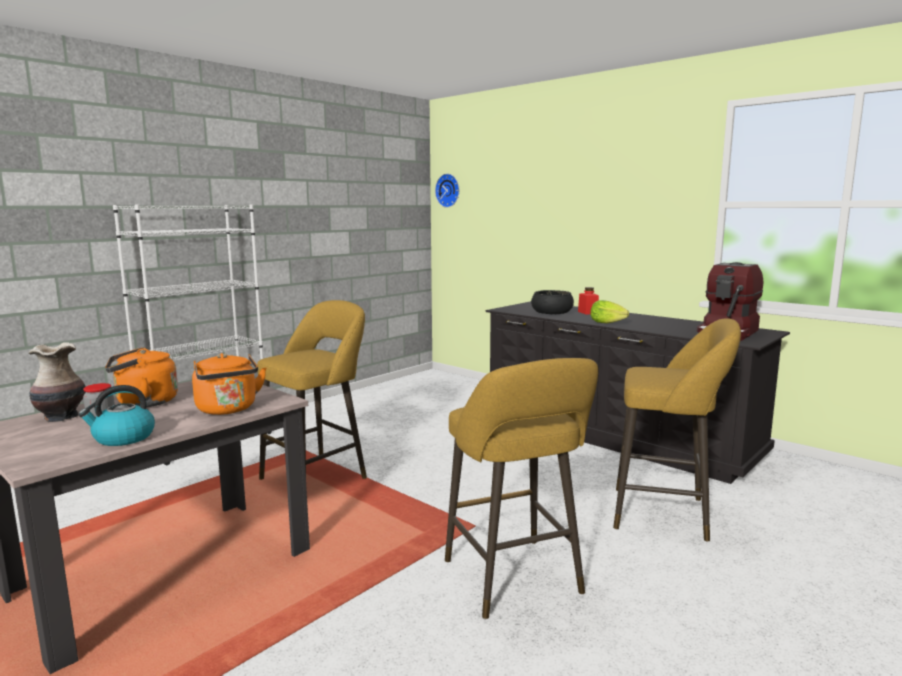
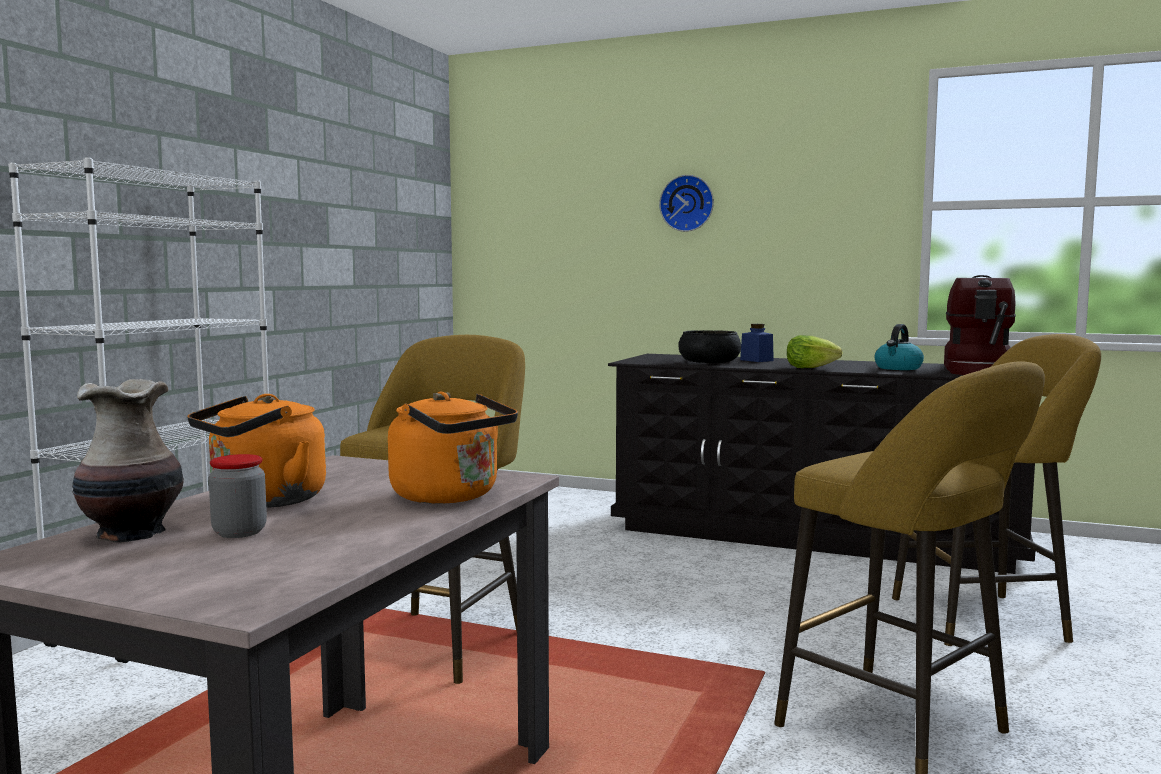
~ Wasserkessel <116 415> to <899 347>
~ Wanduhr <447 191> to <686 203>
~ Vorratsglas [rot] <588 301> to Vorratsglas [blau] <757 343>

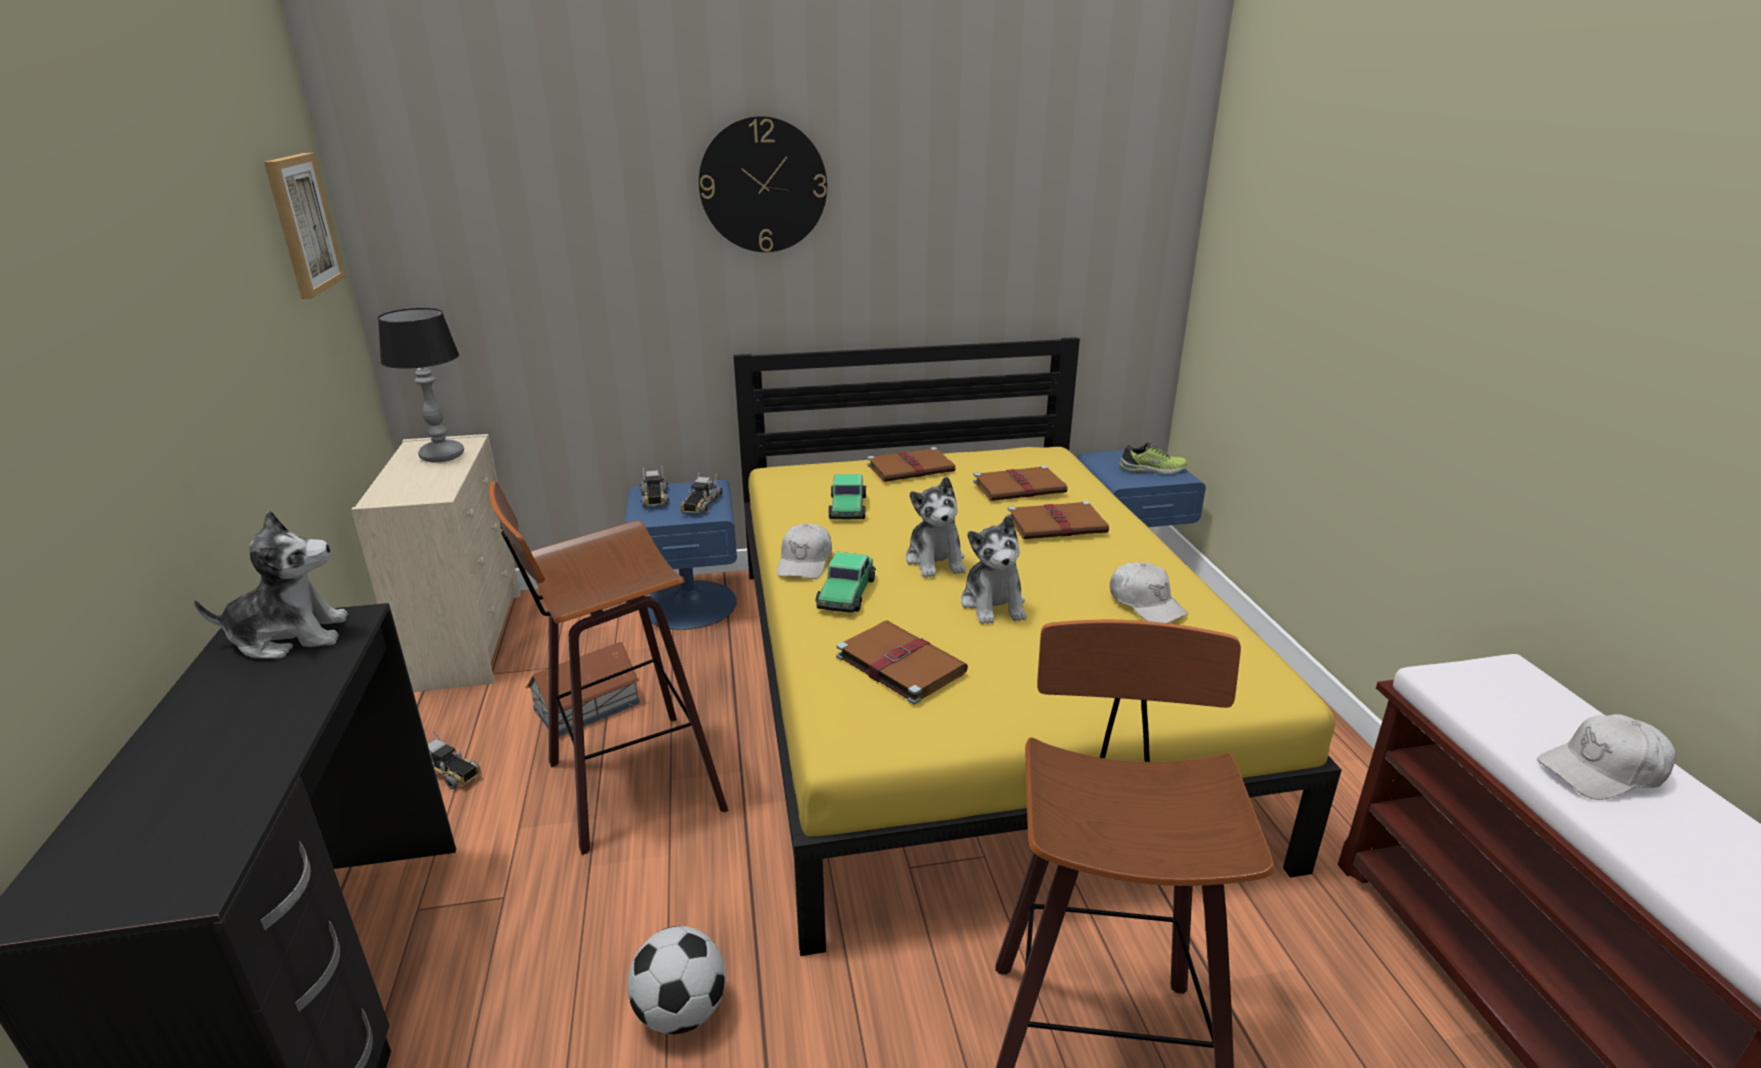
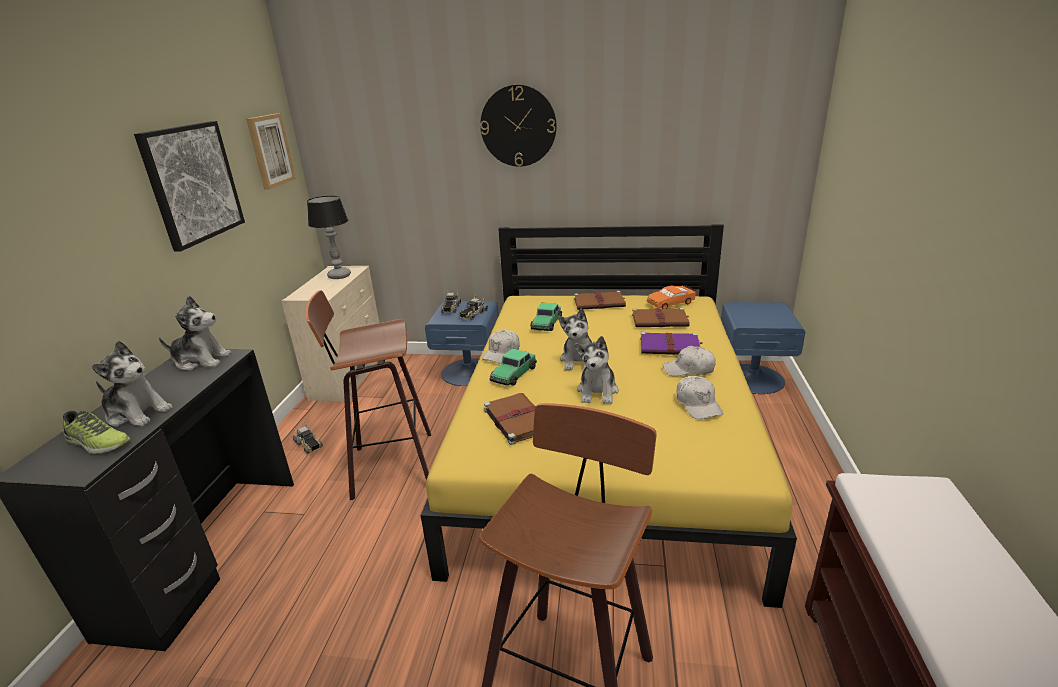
- Spielzeughaus <582 689>
- Fußball <676 980>
~ Buch [braun] <1058 520> to Buch [lila] <671 343>
~ Schuh <1153 458> to <96 432>
~ Kappe [weiß] <1606 757> to <689 361>
+ Plüschtier <132 384>
+ Bild <189 186>
+ Spielzeugauto [orange] <671 297>

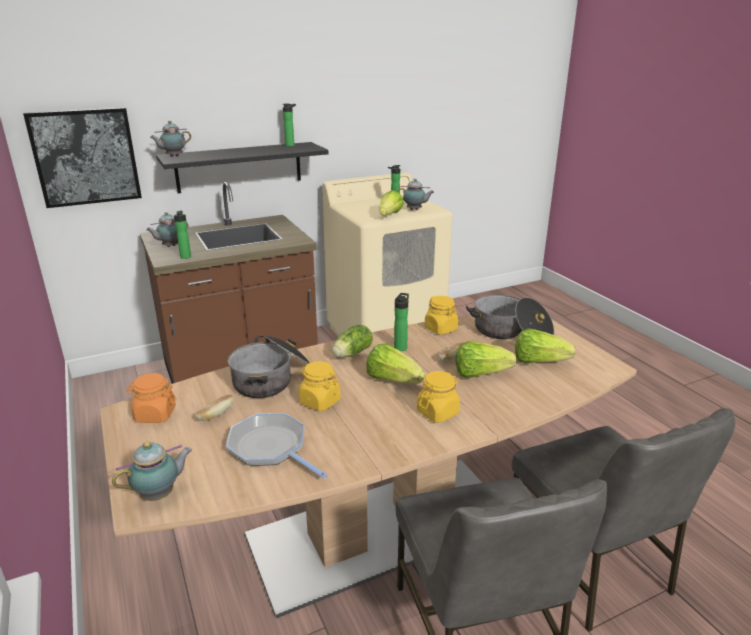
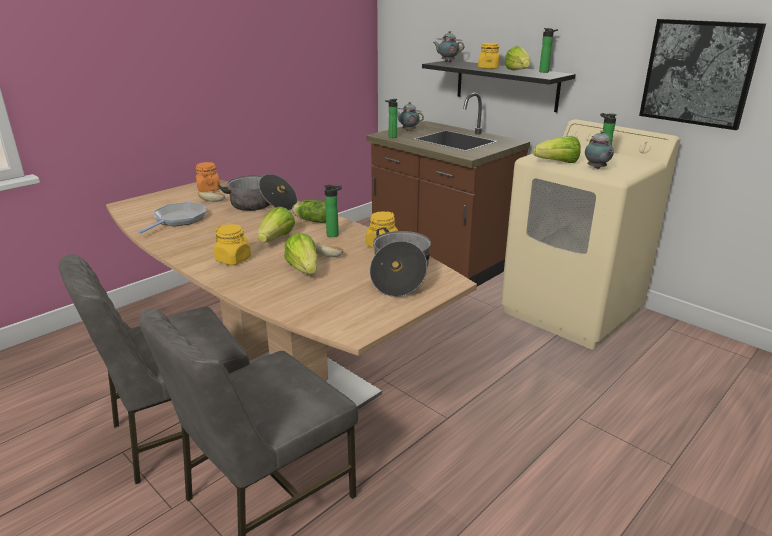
~ Bild <82 158> to <702 74>
- Teekanne <152 471>
~ Vorratsglas [gelb] <319 386> to <489 56>
~ Salatkopf <545 345> to <518 58>

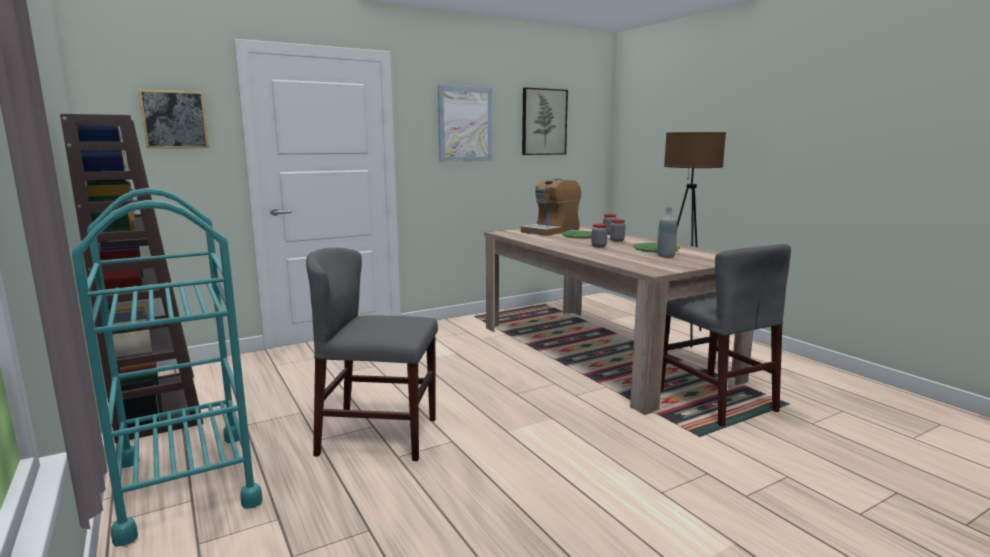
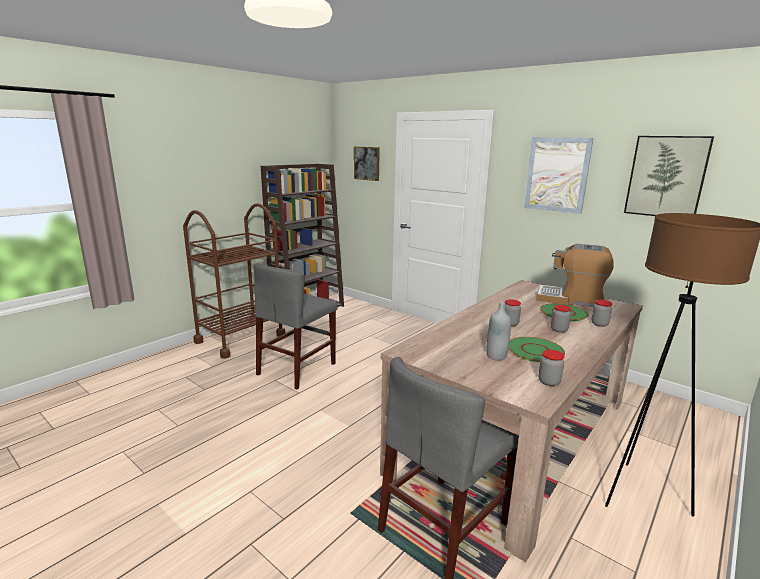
~ Rollwagen [türkis] <167 367> to Rollwagen [braun] <234 281>
~ Stuhl [grau] <372 354> = <295 326> 135 degrees counterclockwise
+ Vorratsglas <552 368>

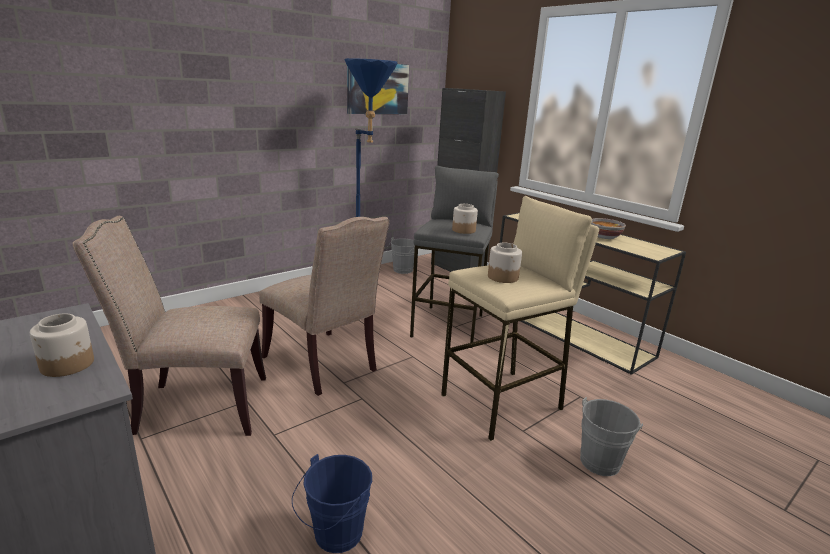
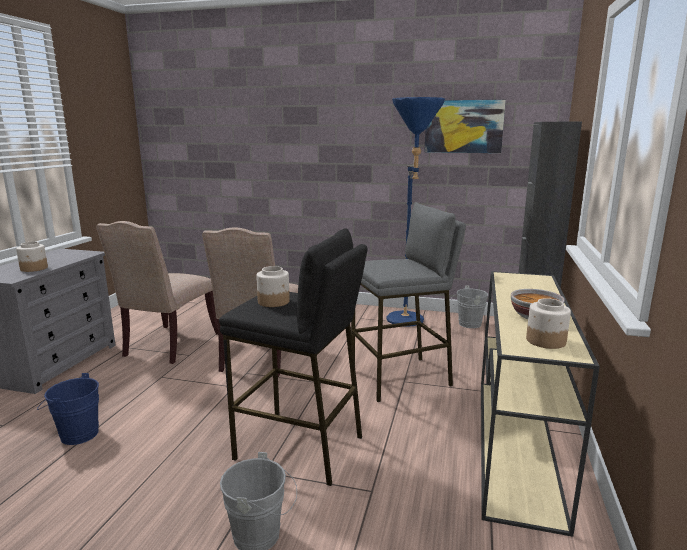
~ Stuhl [beige] <169 326> = <157 292> 120 degrees counterclockwise
~ Hocker [beige] <520 318> to Hocker [schwarz] <293 357>
~ Vorratsglas <465 219> to <548 323>

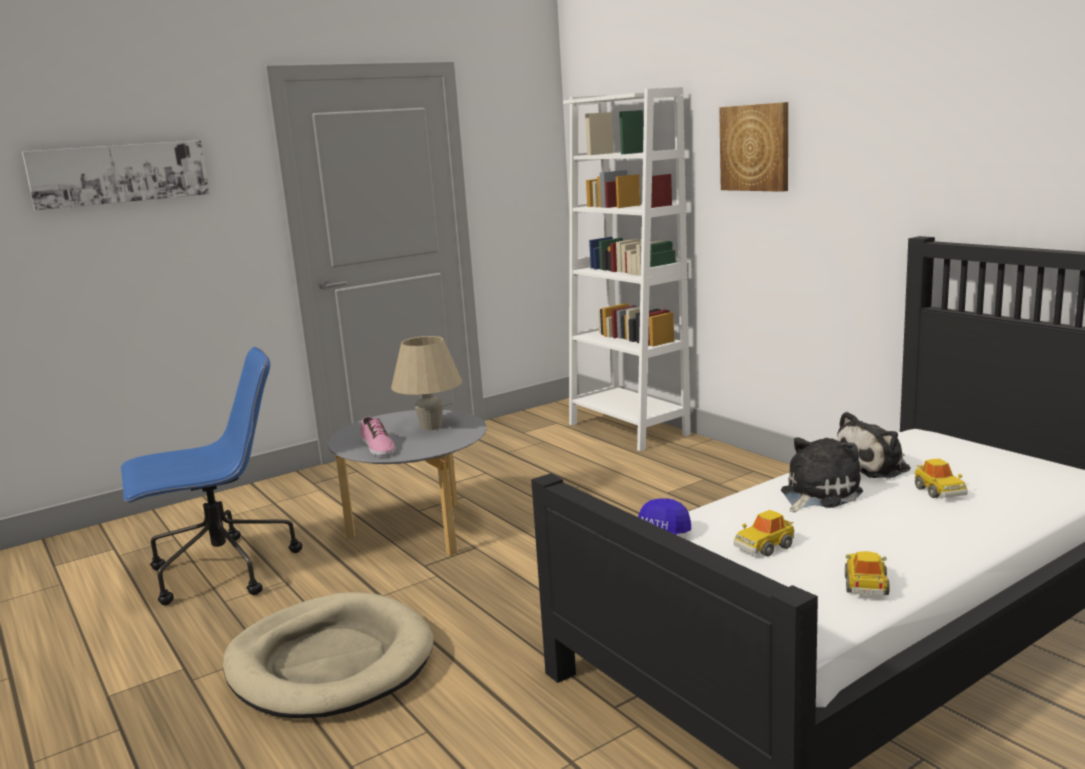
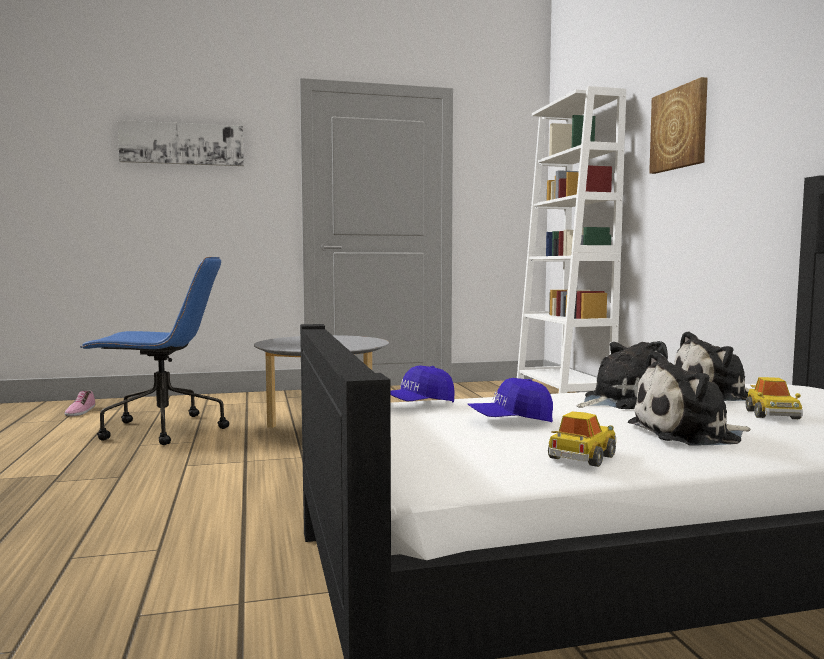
- Hundebett [beige] <328 655>
~ Schuh <378 436> to <79 403>
- Tischlampe [beige] <426 383>
~ Spielzeugauto <764 533> to Kappe [blau] <510 400>
+ Plüschtier <689 398>

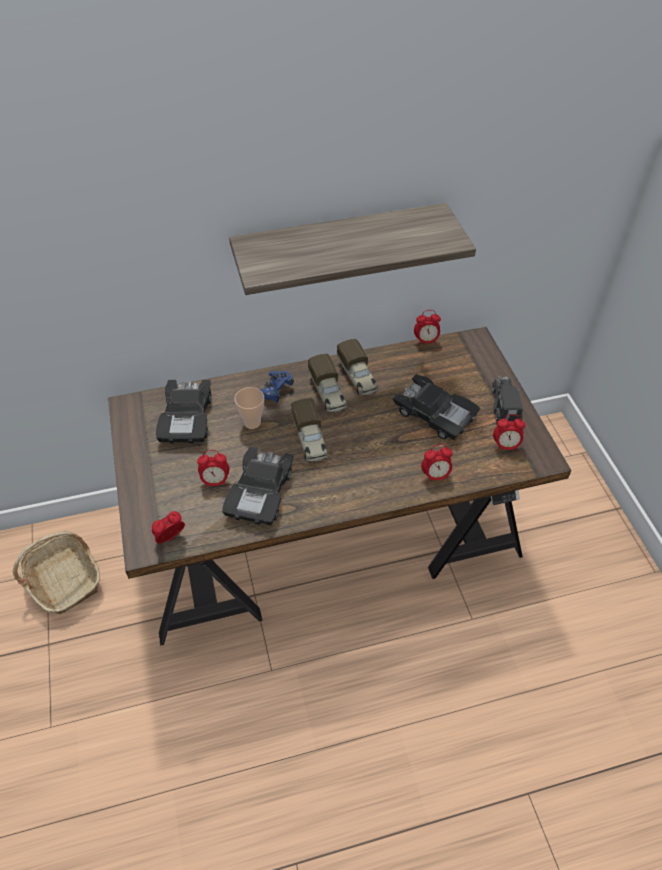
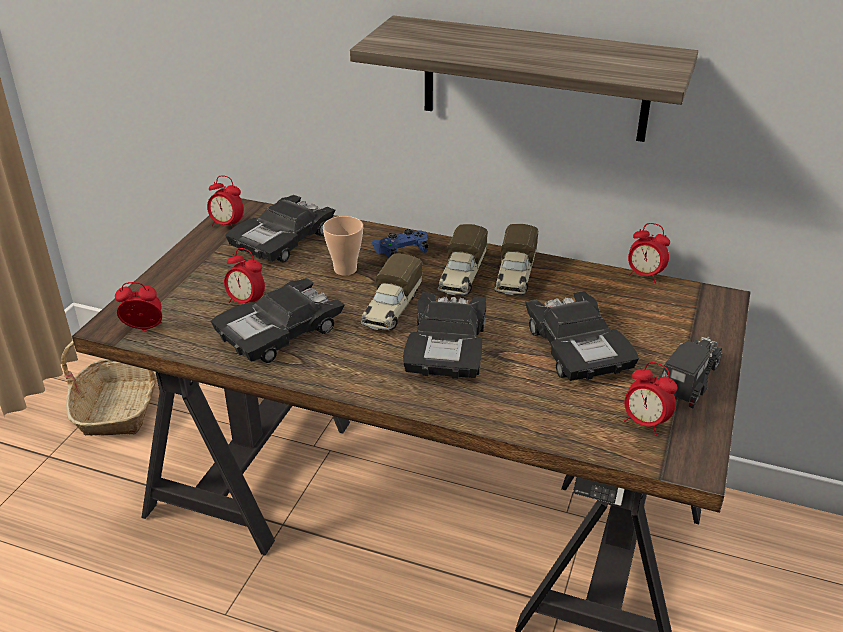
~ Wecker <437 463> to <225 201>
+ Spielzeugauto [schwarz] <444 335>

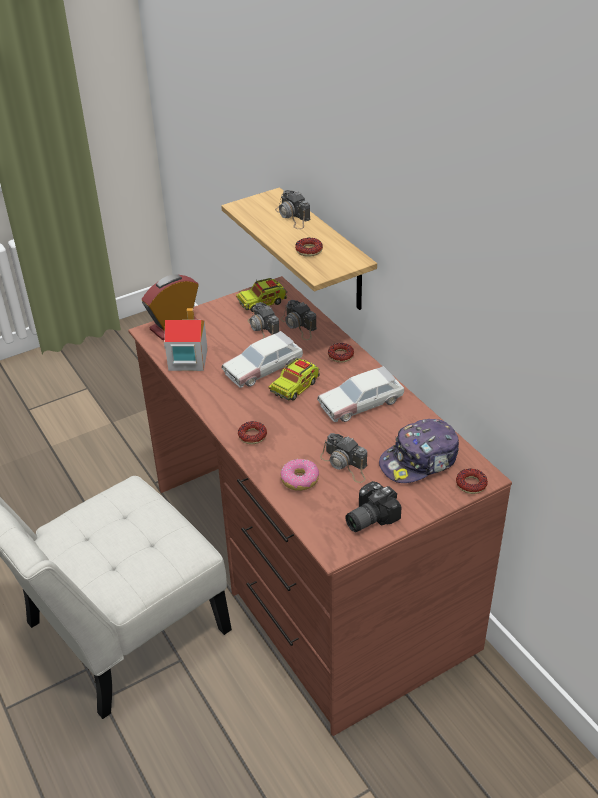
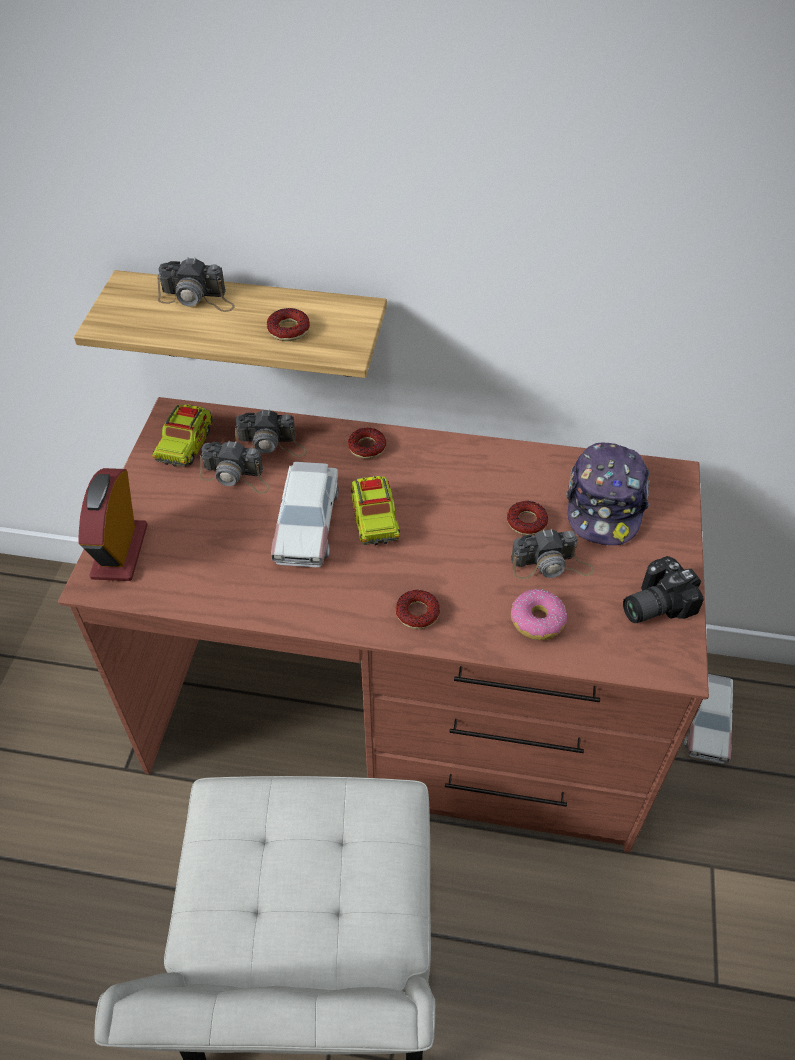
- Spielzeughaus <185 339>
~ Spielzeugauto <360 394> to <708 719>
~ Kamera <373 506> = <663 589> 60 degrees clockwise
~ Donut <472 481> to <527 518>

